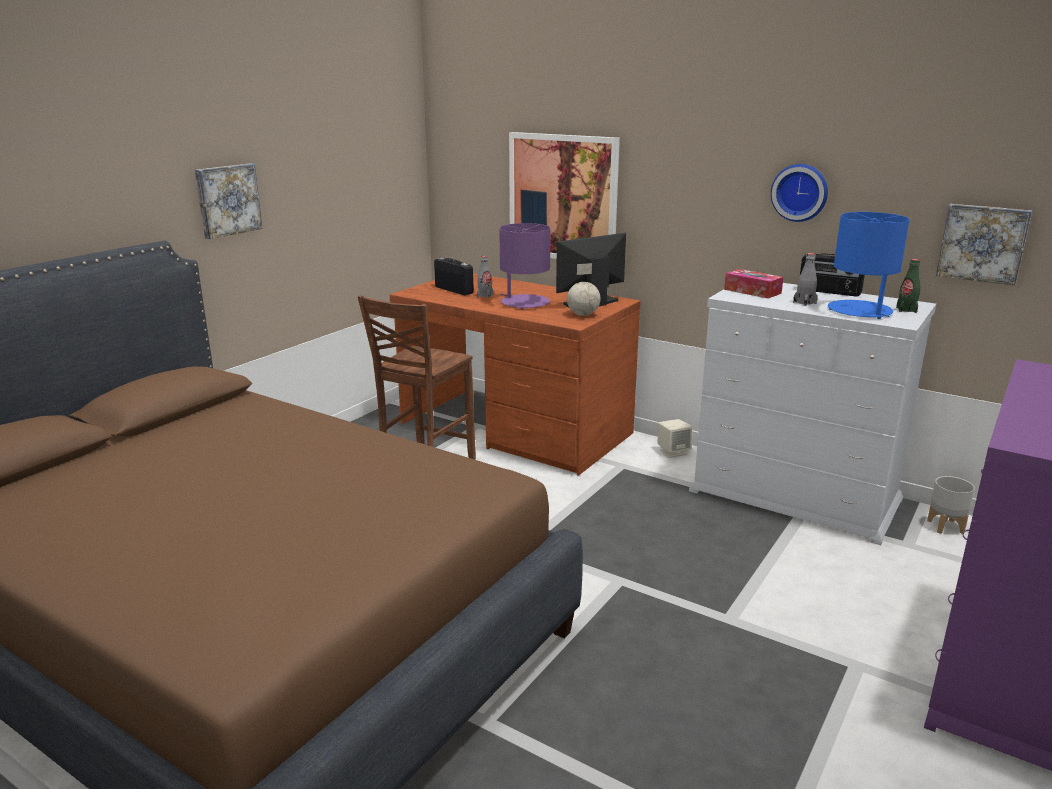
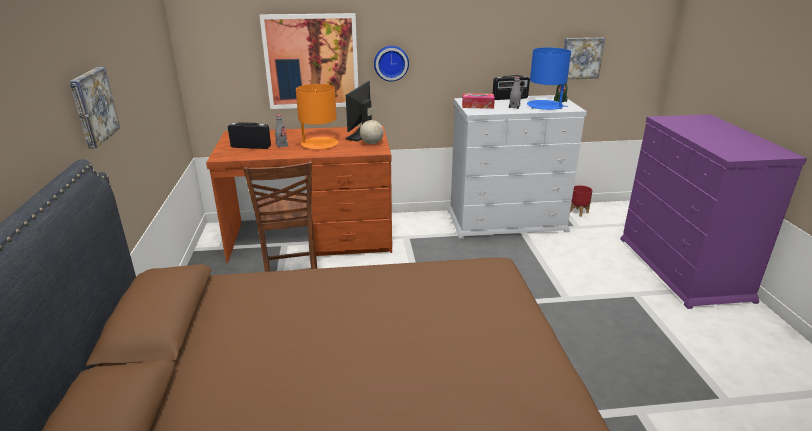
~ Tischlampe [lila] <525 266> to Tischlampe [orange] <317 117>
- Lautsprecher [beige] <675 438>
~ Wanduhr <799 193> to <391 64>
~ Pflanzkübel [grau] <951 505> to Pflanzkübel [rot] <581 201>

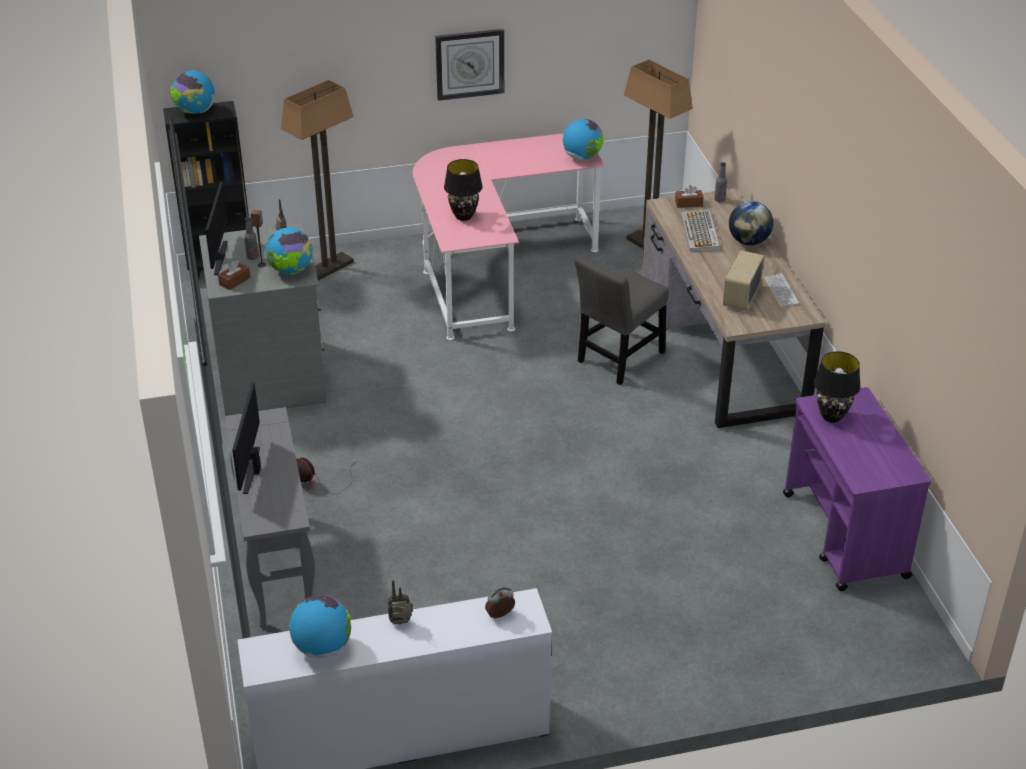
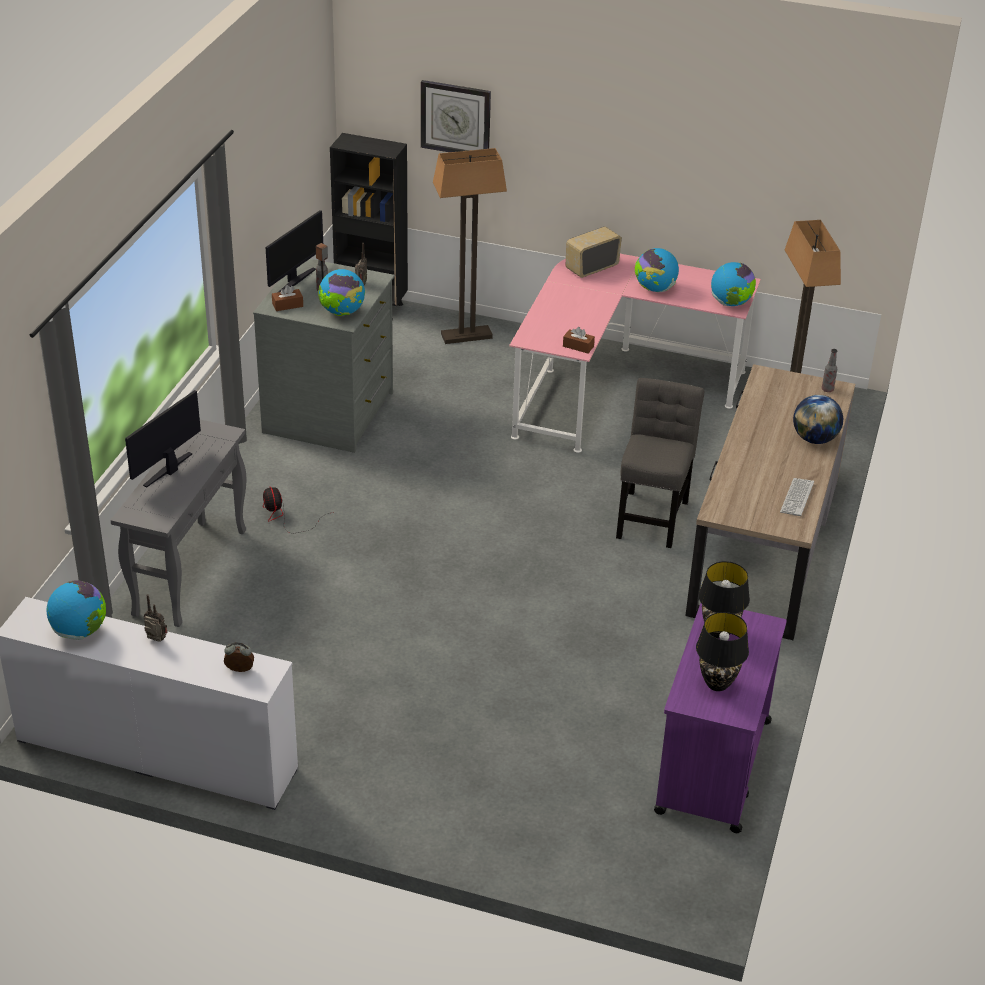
~ Globus <192 92> to <657 270>
~ Wanduhr <469 65> to <456 116>
~ Tischlampe [schwarz] <463 190> to <722 651>
~ Stuhl [grau] <621 320> = <660 463> 120 degrees clockwise
~ Taschentuchbox [braun] <689 196> to <579 340>
- Tastatur <701 230>
~ Radio <744 280> to <594 252>

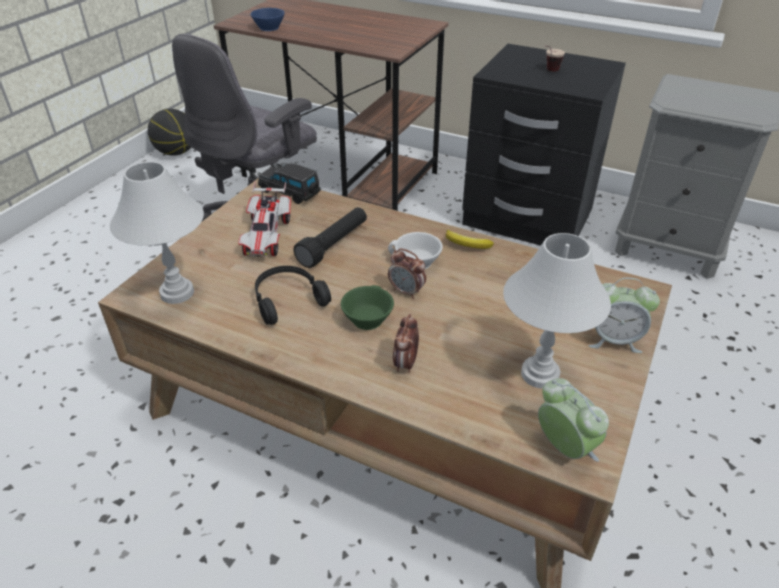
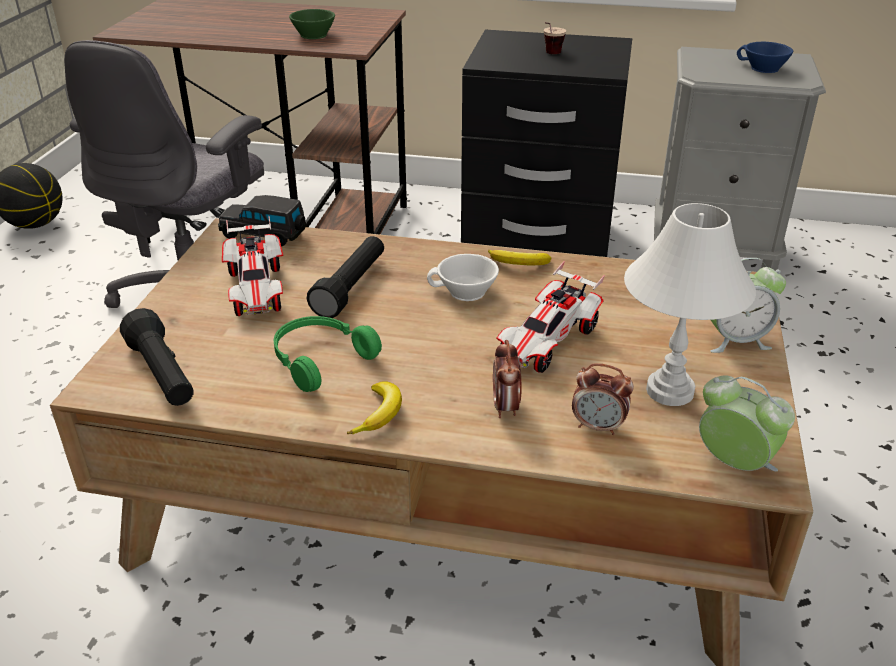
~ Tischlampe [weiß] <157 233> to Taschenlampe [schwarz] <157 357>
~ Tasse [blau] <267 19> to <765 57>
~ Kopfhörer [schwarz] <293 295> to Kopfhörer [grün] <328 354>
~ Tasse [grün] <367 307> to <312 24>
~ Wecker <407 273> to <603 399>
+ Banane <374 408>
+ Spielzeugauto <550 317>

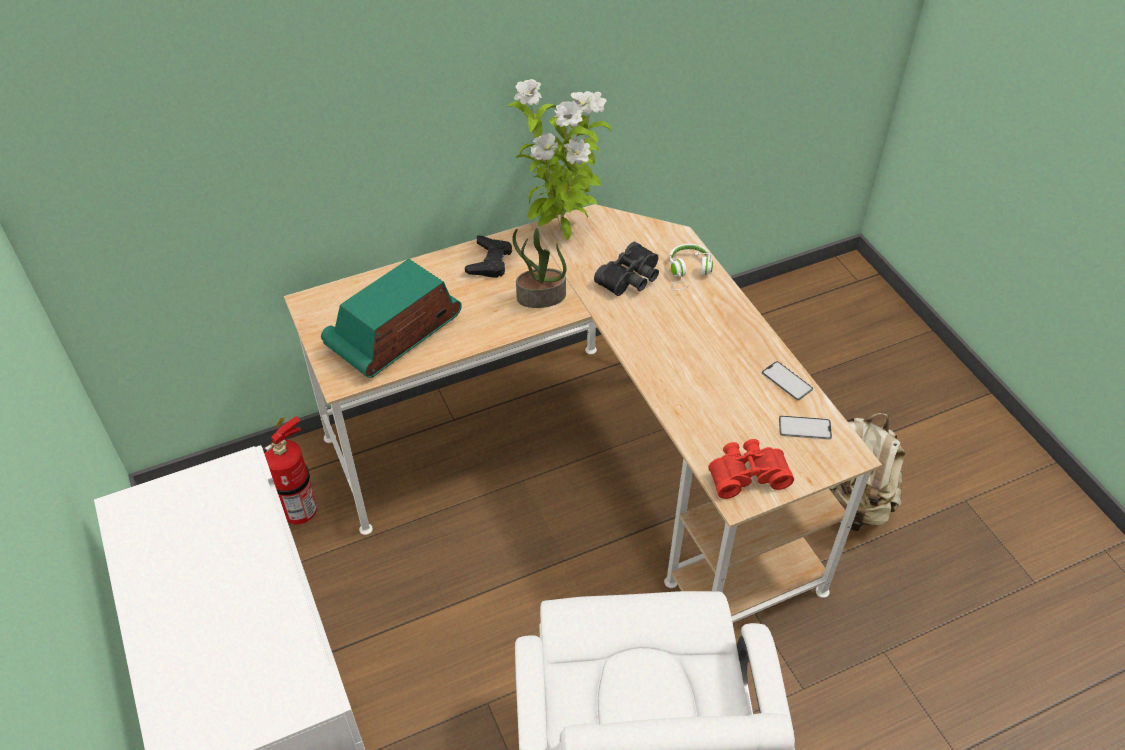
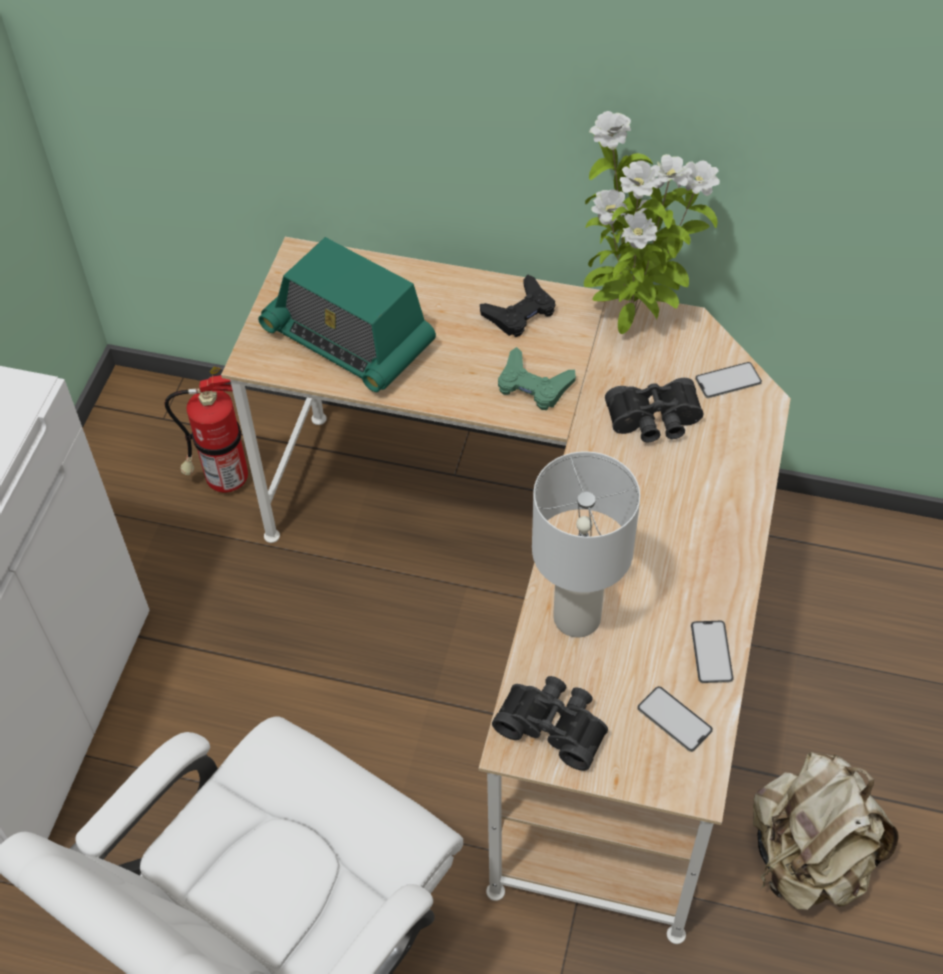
~ Radio <391 318> = <347 314> 135 degrees counterclockwise
~ Topfpflanze <539 268> to Gamepad [grün] <537 378>
- Kopfhörer [weiß] <691 267>
~ Fernglas [rot] <751 469> to Fernglas [schwarz] <550 723>
+ Tischlampe [weiß] <586 544>
+ Handy <728 380>

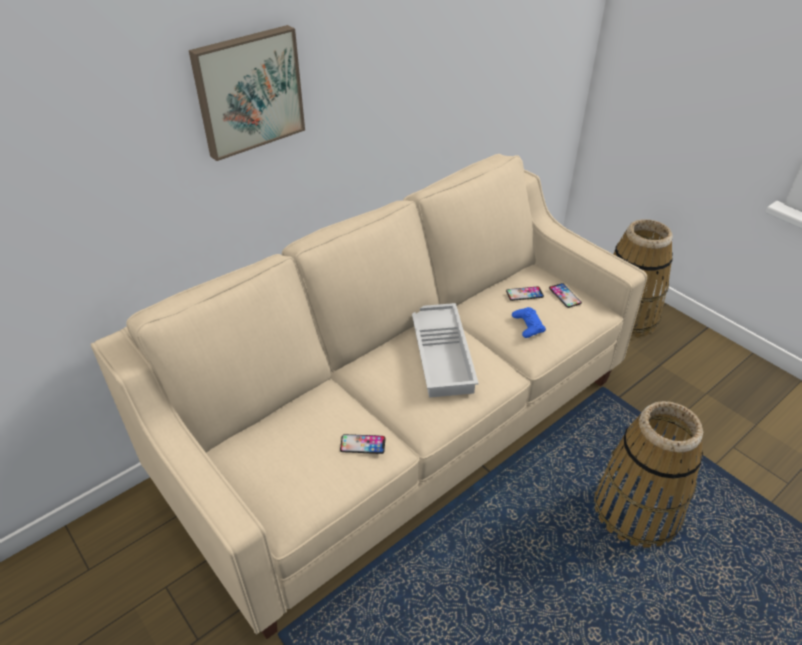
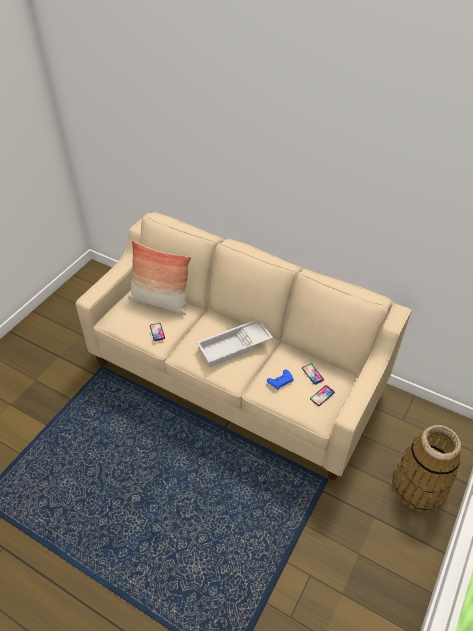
- Bild <247 93>
- Korb <648 474>
+ Kissen <160 278>

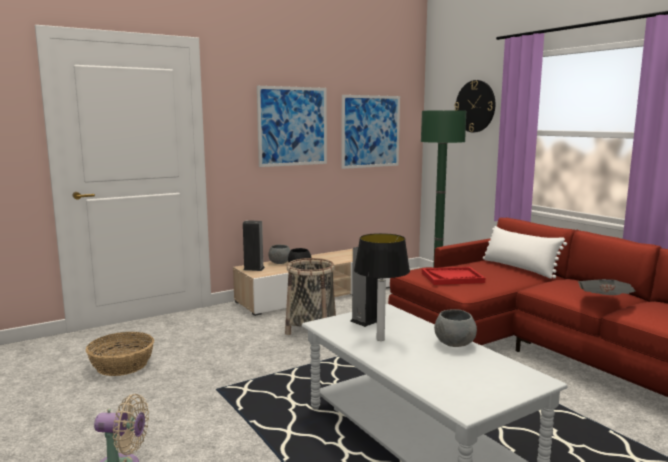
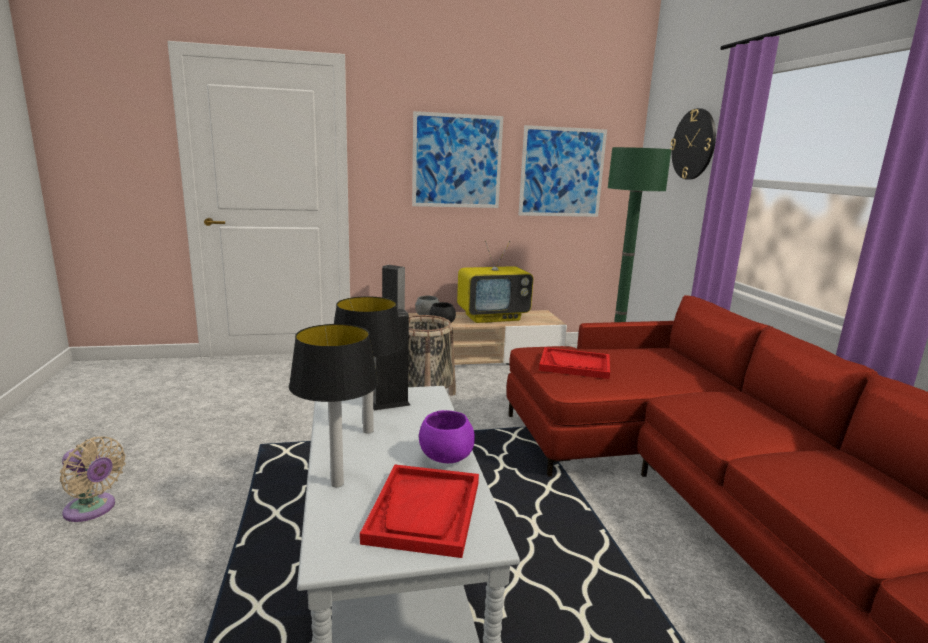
- Korb <120 354>
~ Schüssel [grau] <455 328> to Schüssel [lila] <447 436>
- Kissen [weiß] <525 252>
- Zeitung <607 287>
+ Tischlampe <333 405>
+ Tablett [rot] <419 511>
+ Fernseher <495 281>

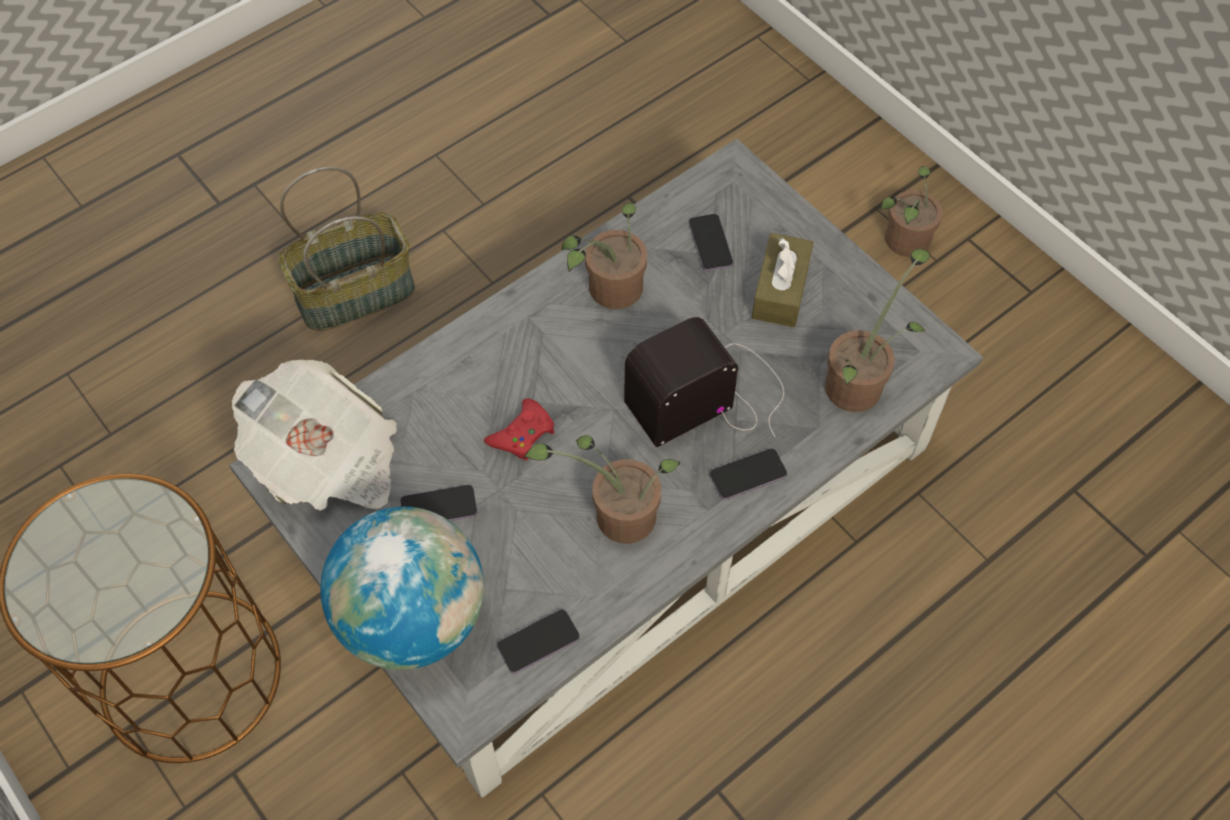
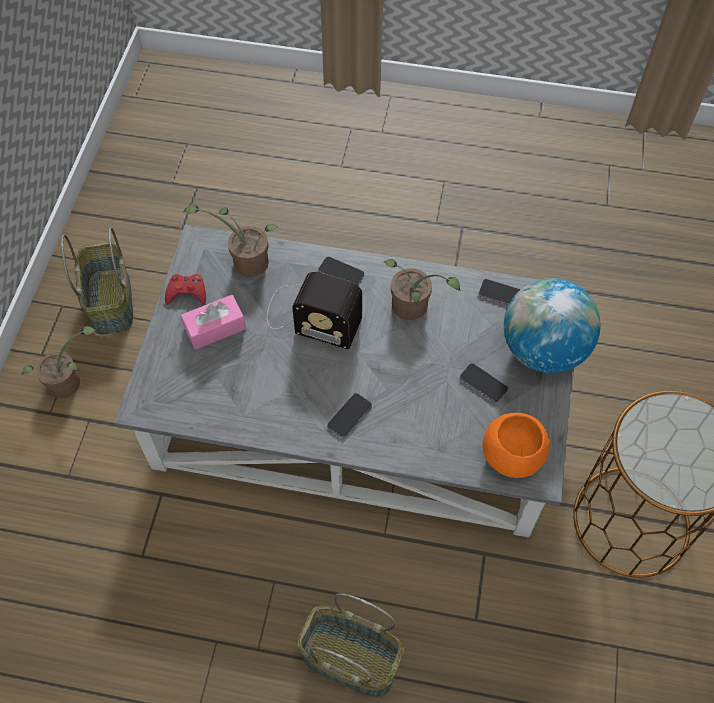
~ Zeitung <314 435> to Schüssel [orange] <516 445>
~ Gamepad [rot] <519 429> to <185 289>
- Topfpflanze <604 255>
~ Handy <711 242> to <349 415>
~ Taschentuchbox [braun] <783 280> to Taschentuchbox [rosa] <213 322>
+ Korb <97 281>

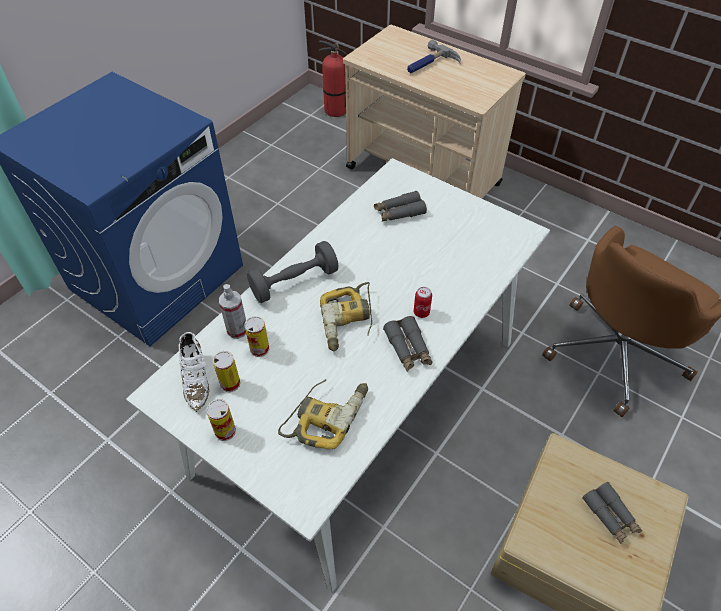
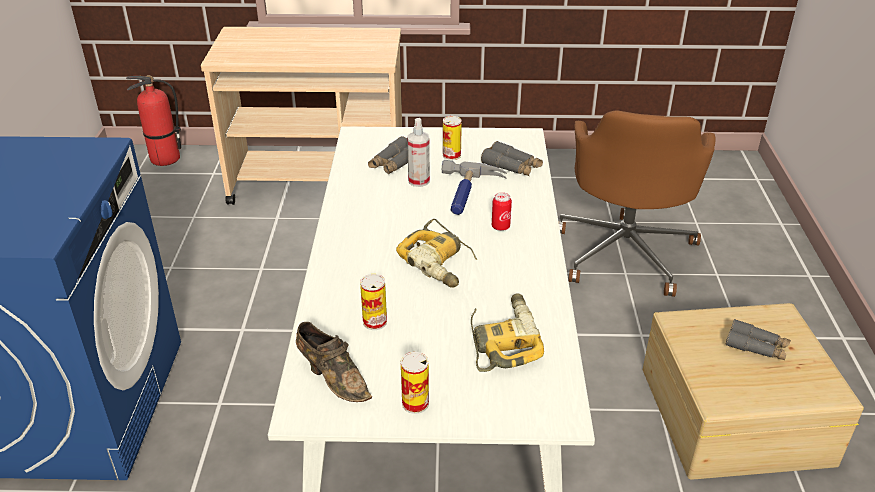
~ Schuh [weiß] <194 372> to Schuh [braun] <334 362>
~ Dose <226 371> to <452 138>
~ Sprühflasche <232 311> to <418 152>
- Hantel [grau] <293 272>
~ Fernglas [grau] <407 344> to <512 158>
~ Hammer <434 56> to <474 187>

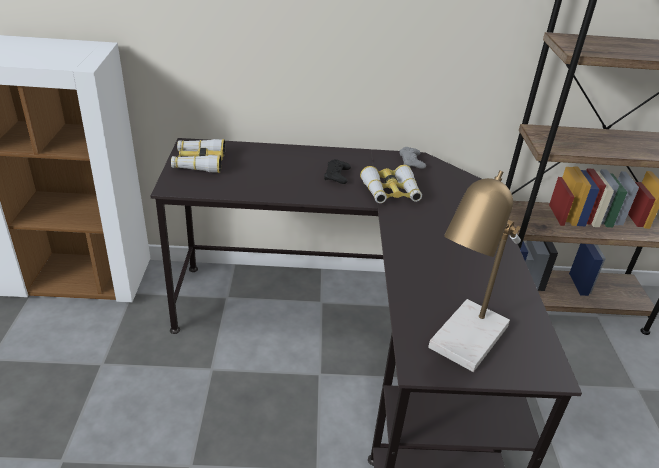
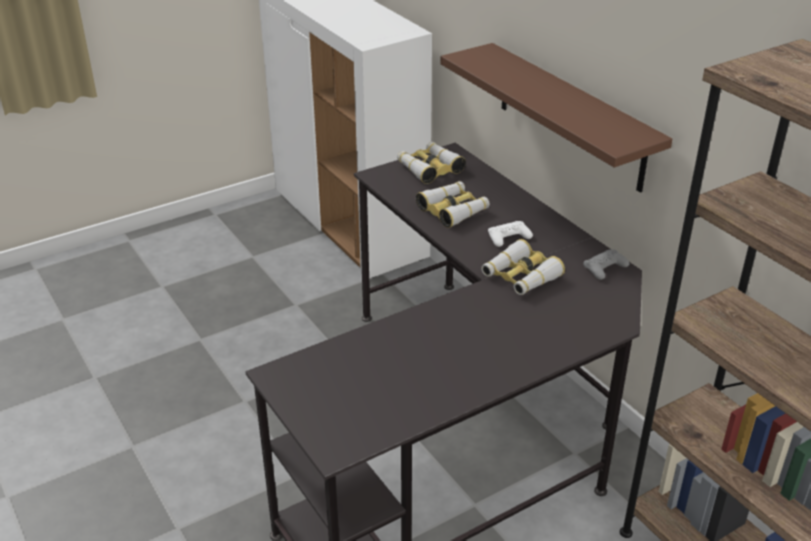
~ Gamepad [schwarz] <337 171> to Gamepad [weiß] <510 234>
- Tischlampe <474 271>
+ Fernglas <453 204>
+ Wandregal [braun] <556 118>

